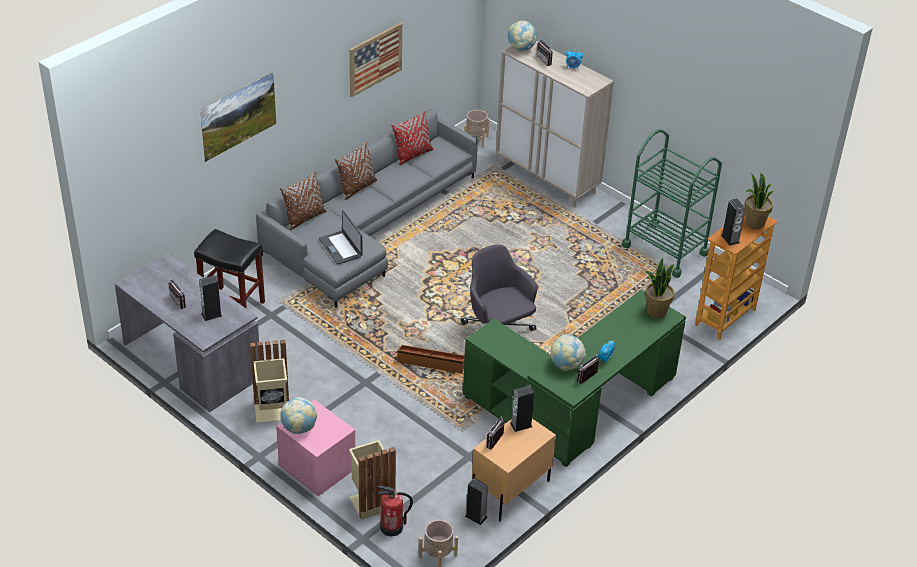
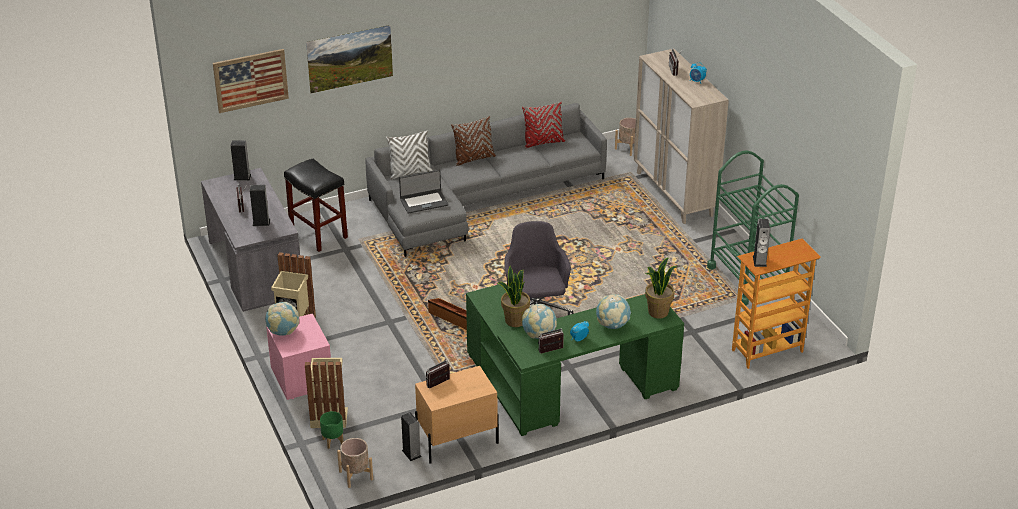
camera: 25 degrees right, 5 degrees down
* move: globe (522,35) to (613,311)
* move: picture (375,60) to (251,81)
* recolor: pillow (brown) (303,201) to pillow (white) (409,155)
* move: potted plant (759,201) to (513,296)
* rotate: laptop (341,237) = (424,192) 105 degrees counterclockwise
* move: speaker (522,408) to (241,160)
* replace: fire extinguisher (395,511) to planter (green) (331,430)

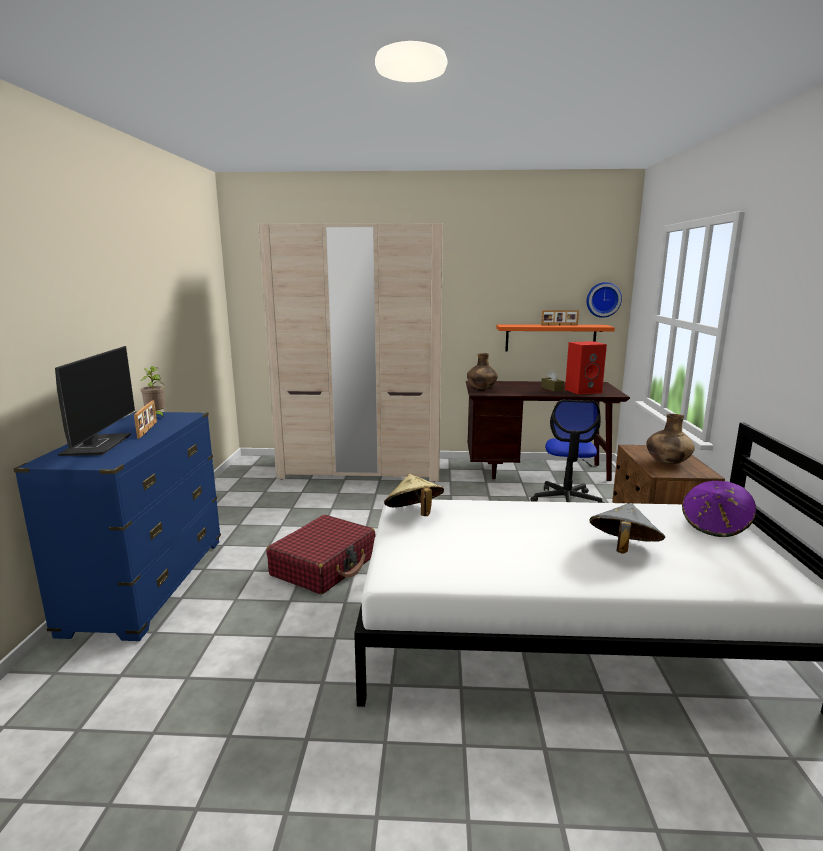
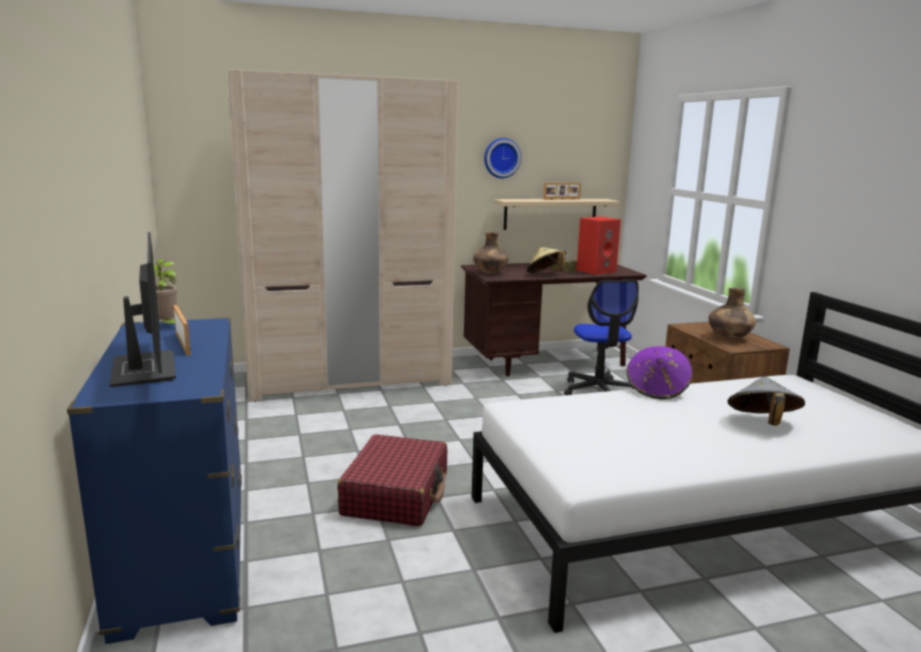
camera: 20 degrees left, 0 degrees up
* move: wall clock (604,300) to (502,158)
* recolor: shelf (orange) (555,338) to shelf (beige) (557,214)
* move: hat (beige) (414,495) to (547,260)
* move: hat (purple) (719,509) to (659,372)

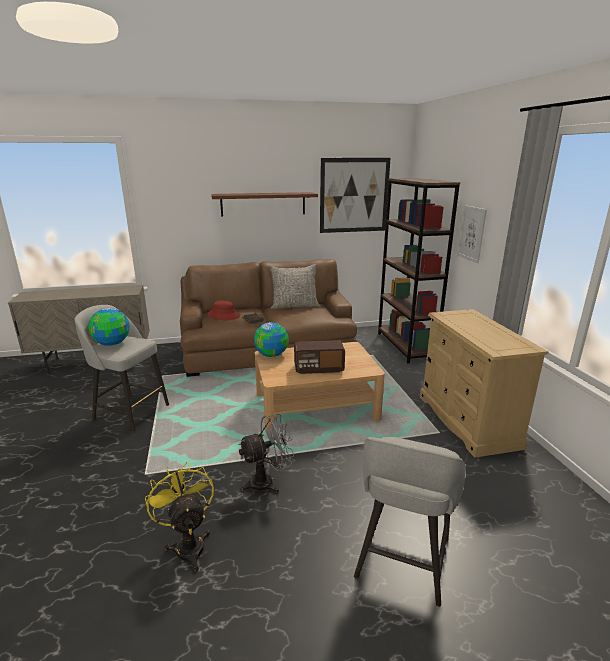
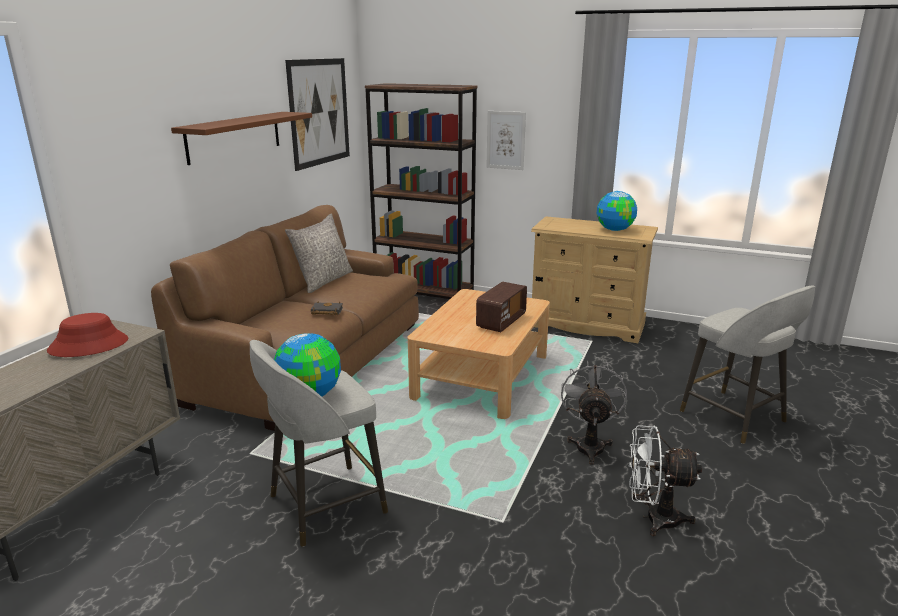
camera: 55 degrees left, 0 degrees up
* move: hat (red) (223,310) to (87,335)
* move: globe (271,339) to (617,211)
* recolor: fan (yellow) (179,516) to fan (white) (665,480)

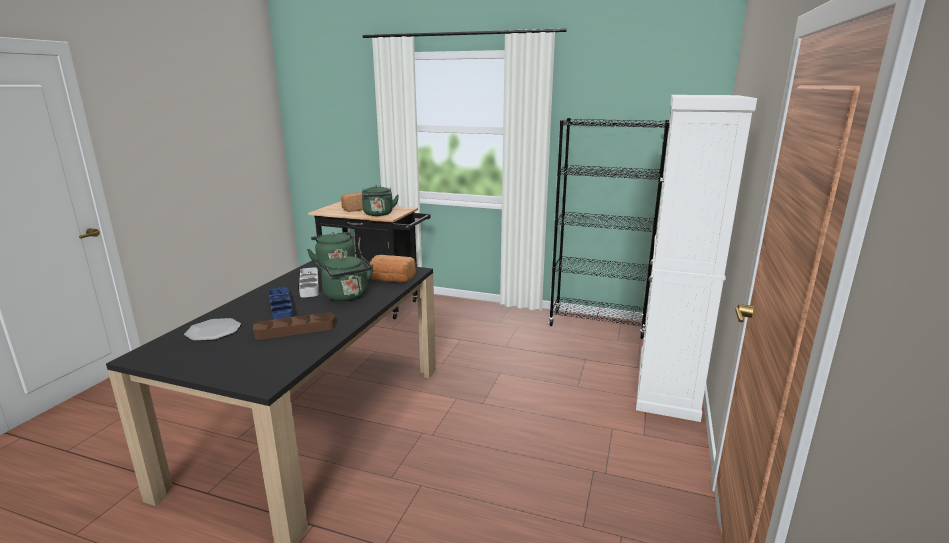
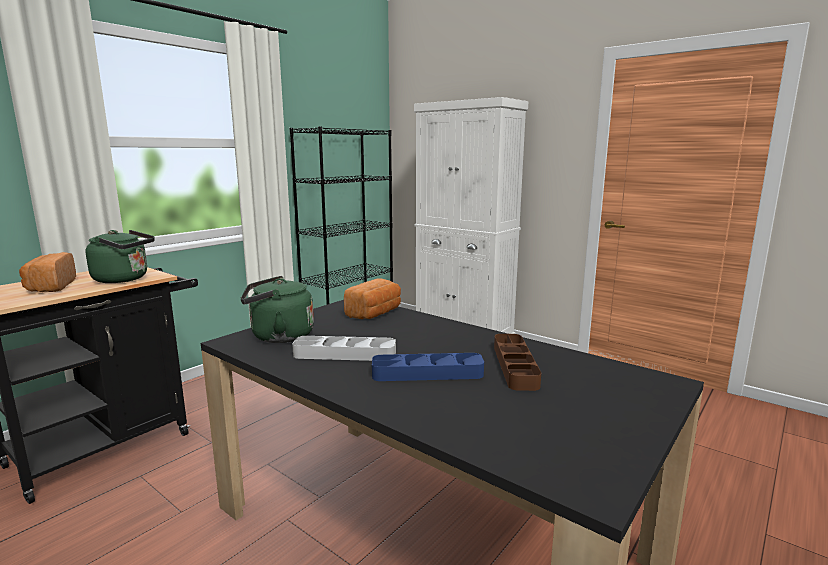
camera: 70 degrees left, 5 degrees down
* delete: kettle (green) (347,278)
* delete: plate (212,329)

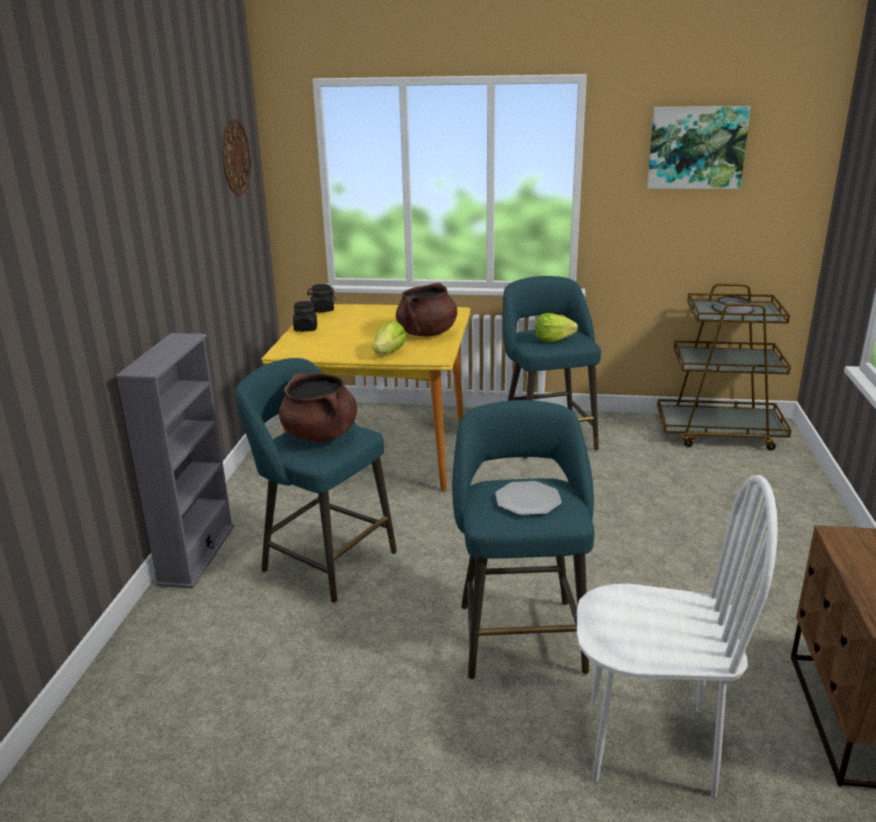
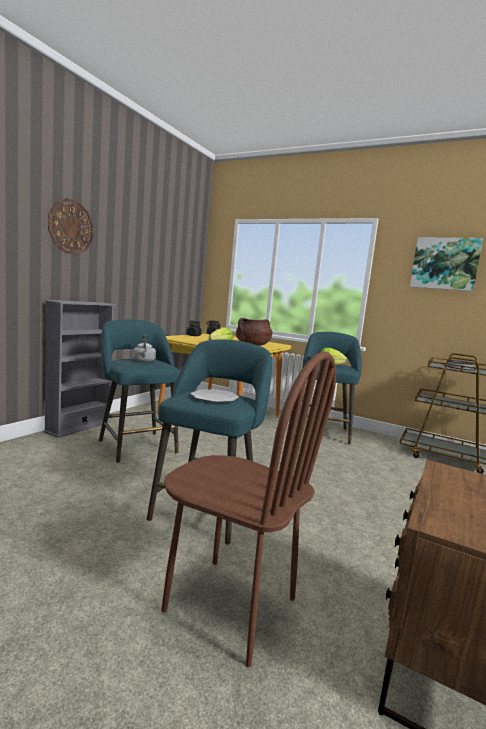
camera: 20 degrees right, 15 degrees down
* move: wall clock (236,157) to (70,226)
* replace: cooking pot (brown) (318,407) to kettle (grey) (144,348)
* recolor: chair (white) (677,636) to chair (brown) (248,509)

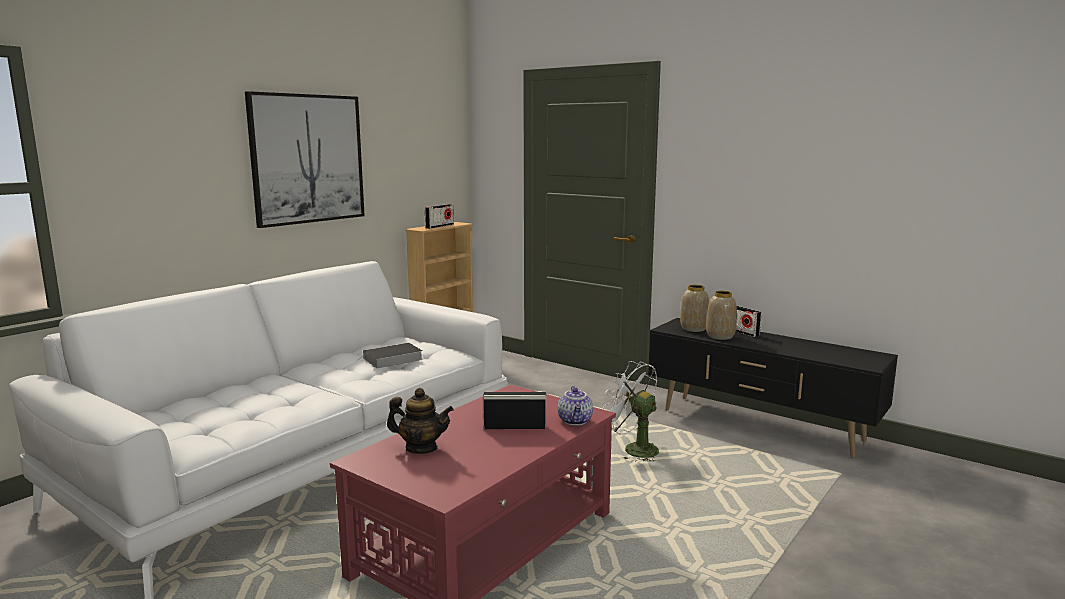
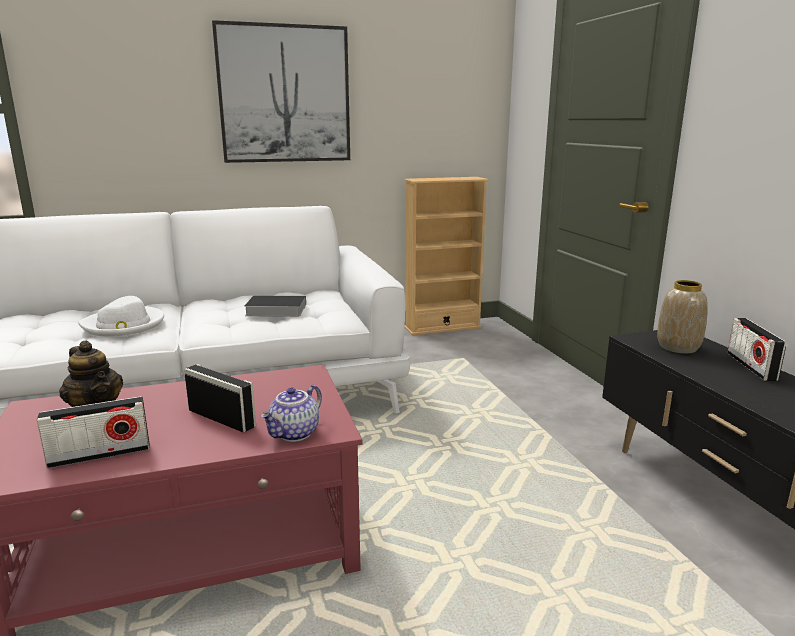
camera: 35 degrees right, 5 degrees up
* move: radio (439,216) to (93,432)
* delete: vase (721,315)
* delete: fan (white) (630,411)
* insert: hat (white) (121,316)

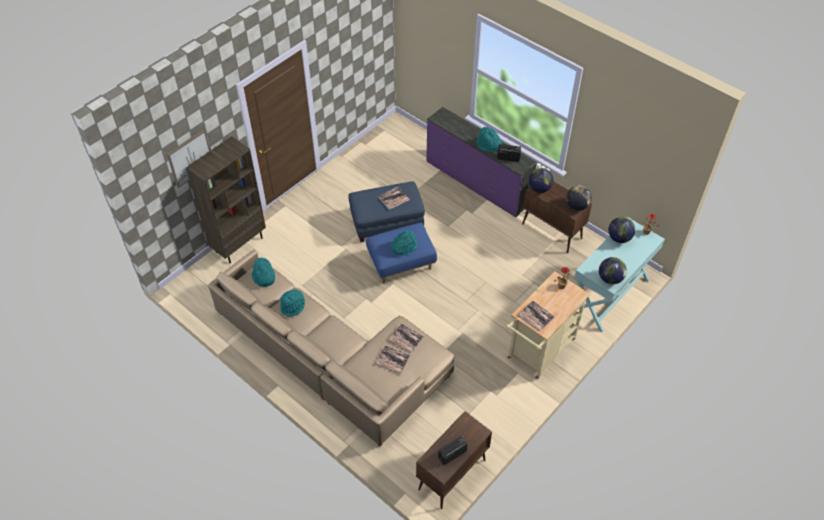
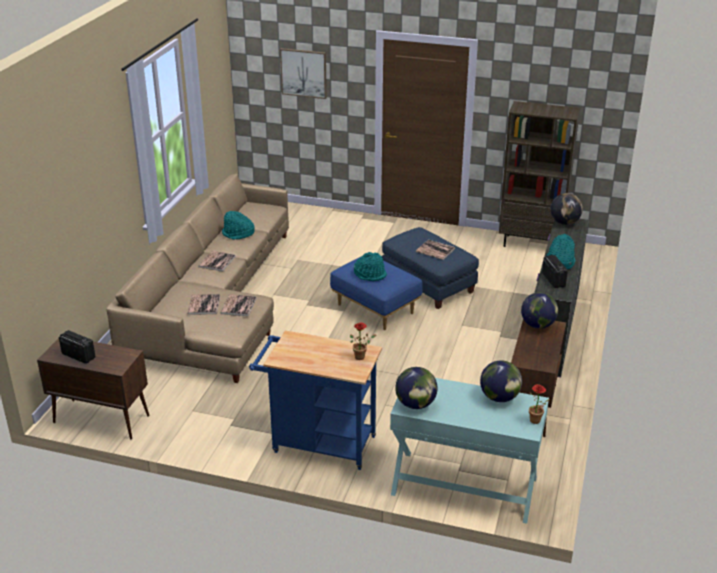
camera: 65 degrees right, 20 degrees down
* move: bookcase (brown) (226,199) to (539,174)
* move: globe (579,198) to (566,209)
* delete: hat (turquoise) (263,272)
* recolor: cart (beige) (548,325) to cart (blue) (315,400)
* move: book (535,316) to (216,261)

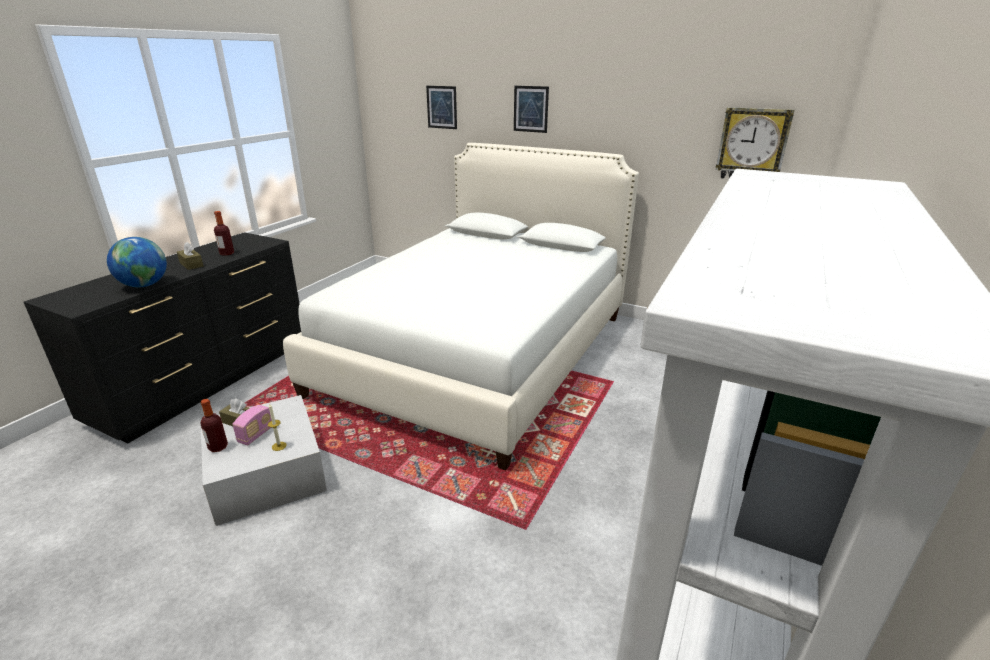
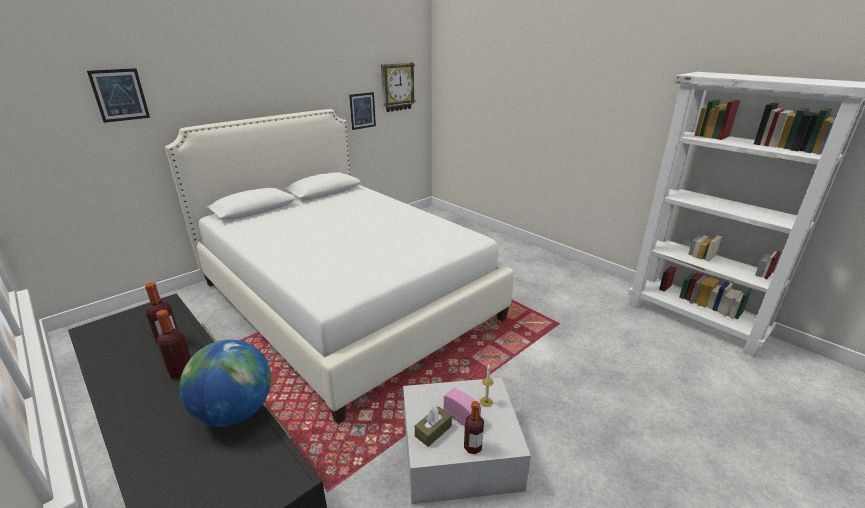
camera: 70 degrees left, 0 degrees up
* move: picture (531,109) to (362,111)
* replace: tissue box (brown) (190,256) to bottle (173,344)

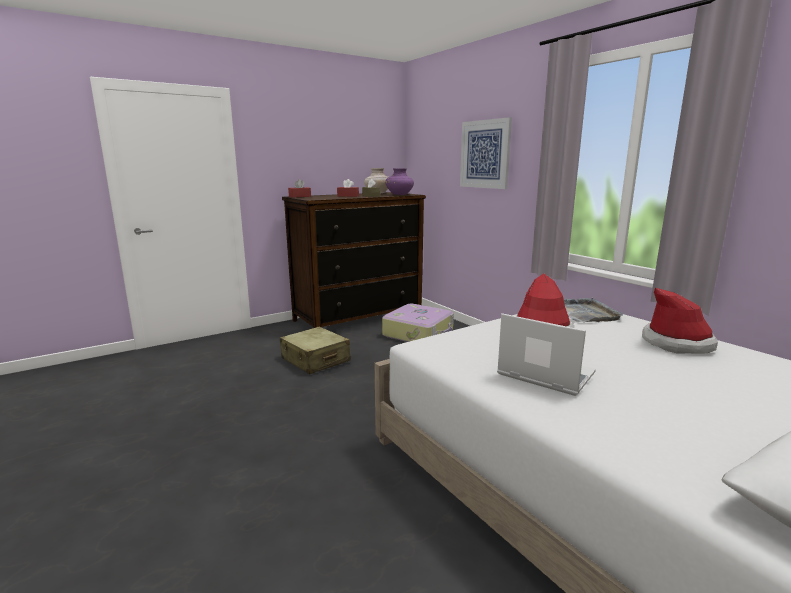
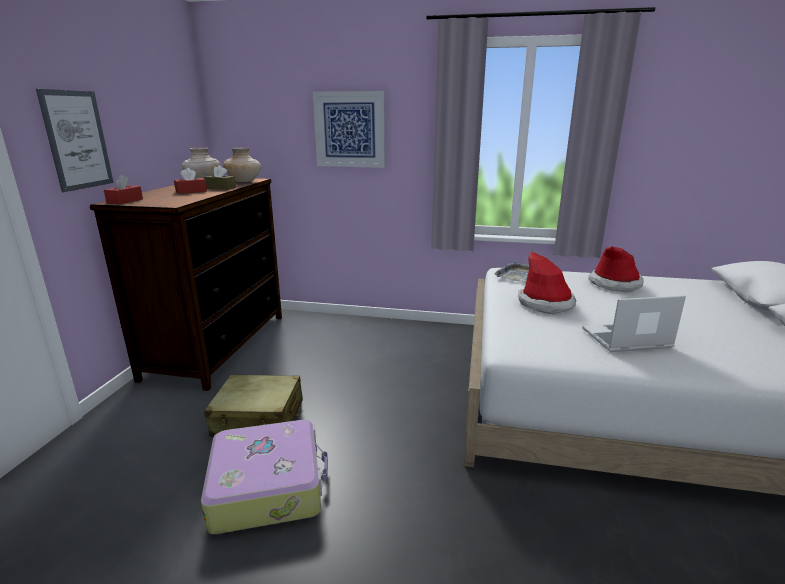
camera: 45 degrees left, 5 degrees up
* recolor: vase (purple) (399,181) to vase (beige) (242,165)
* move: suitcase (418,323) to (264,477)
* insert: picture (75,140)

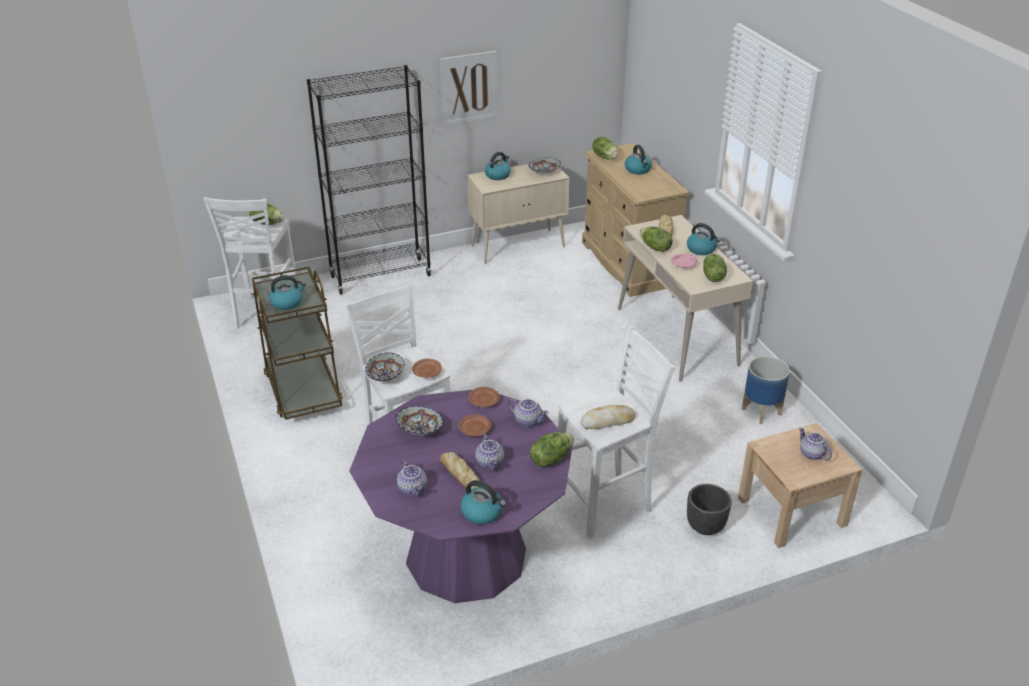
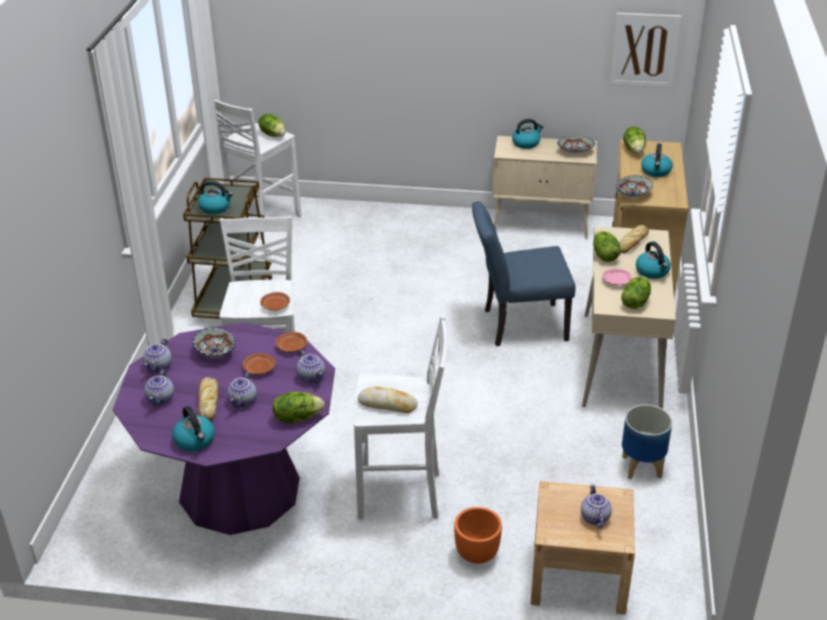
camera: 30 degrees right, 0 degrees up
* move: picture (469,88) to (645,50)
* delete: bookcase (black) (369,180)
* move: bowl (384,367) to (634,186)
* recolor: planter (black) (709,509) to planter (orange) (478,535)
* insert: chair (blue) (523,273)
* insert: teapot (157,355)

